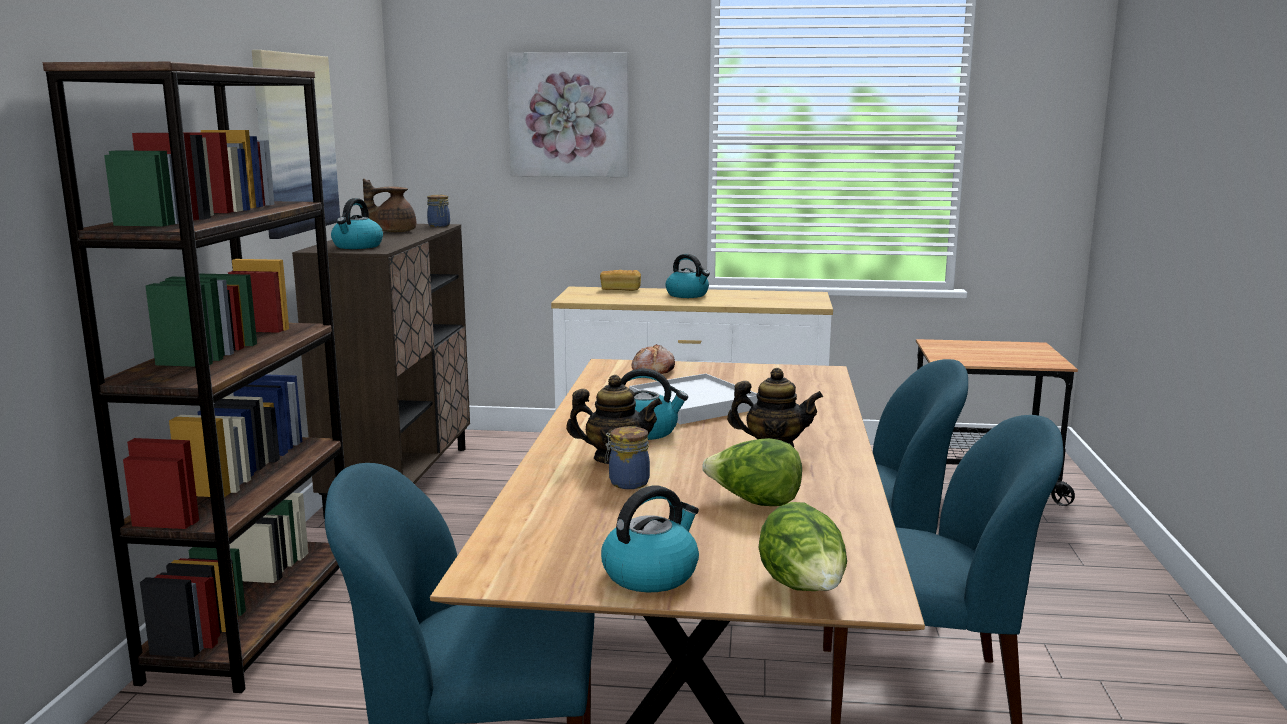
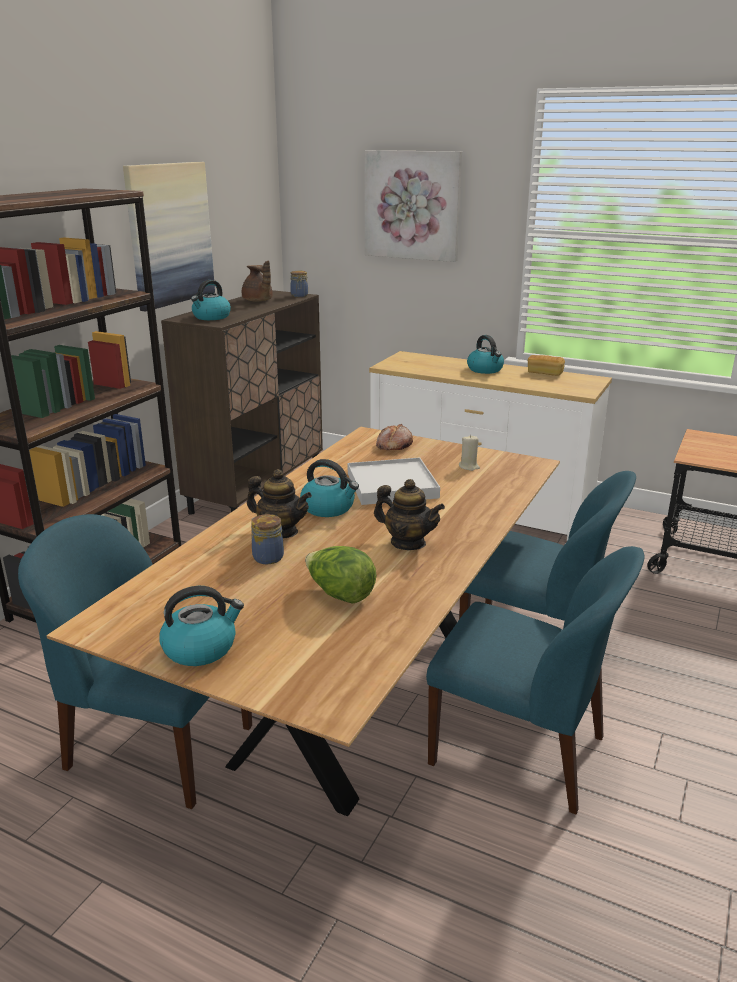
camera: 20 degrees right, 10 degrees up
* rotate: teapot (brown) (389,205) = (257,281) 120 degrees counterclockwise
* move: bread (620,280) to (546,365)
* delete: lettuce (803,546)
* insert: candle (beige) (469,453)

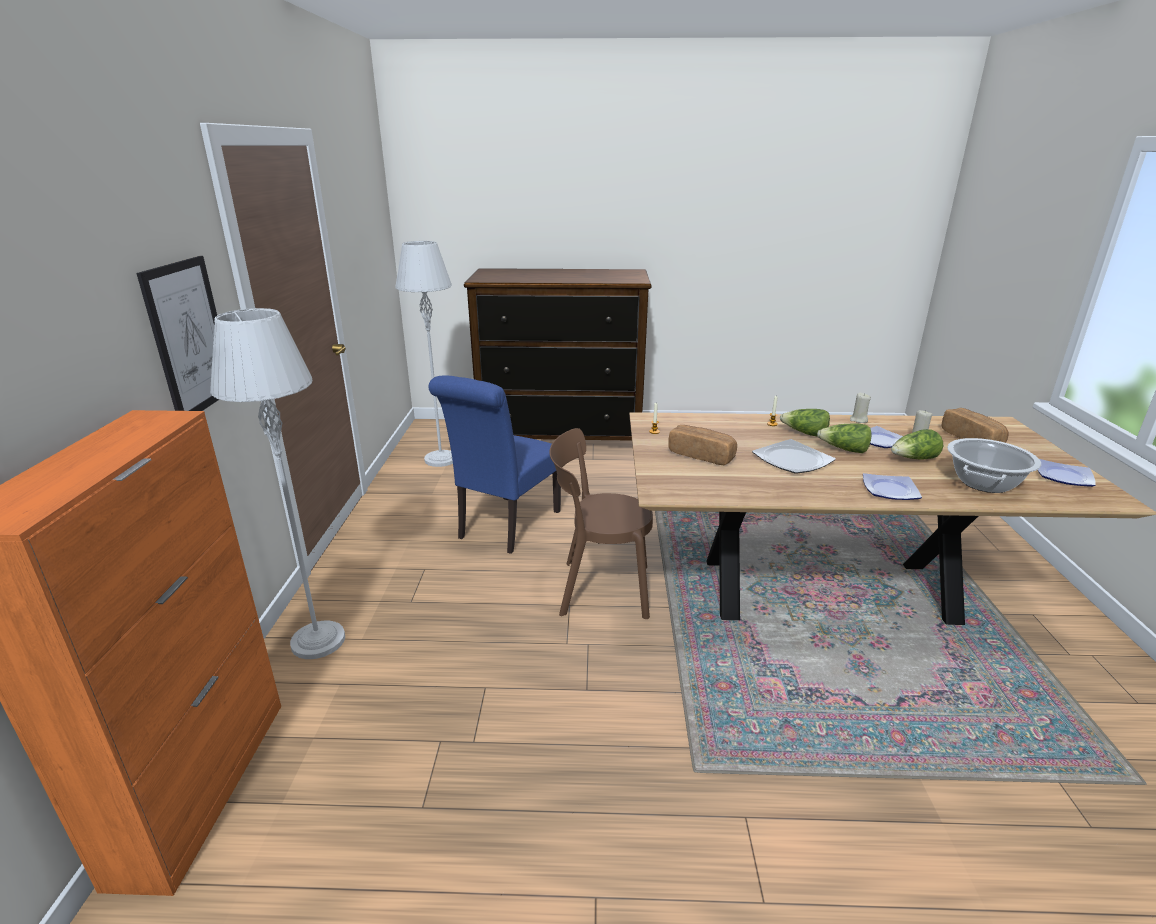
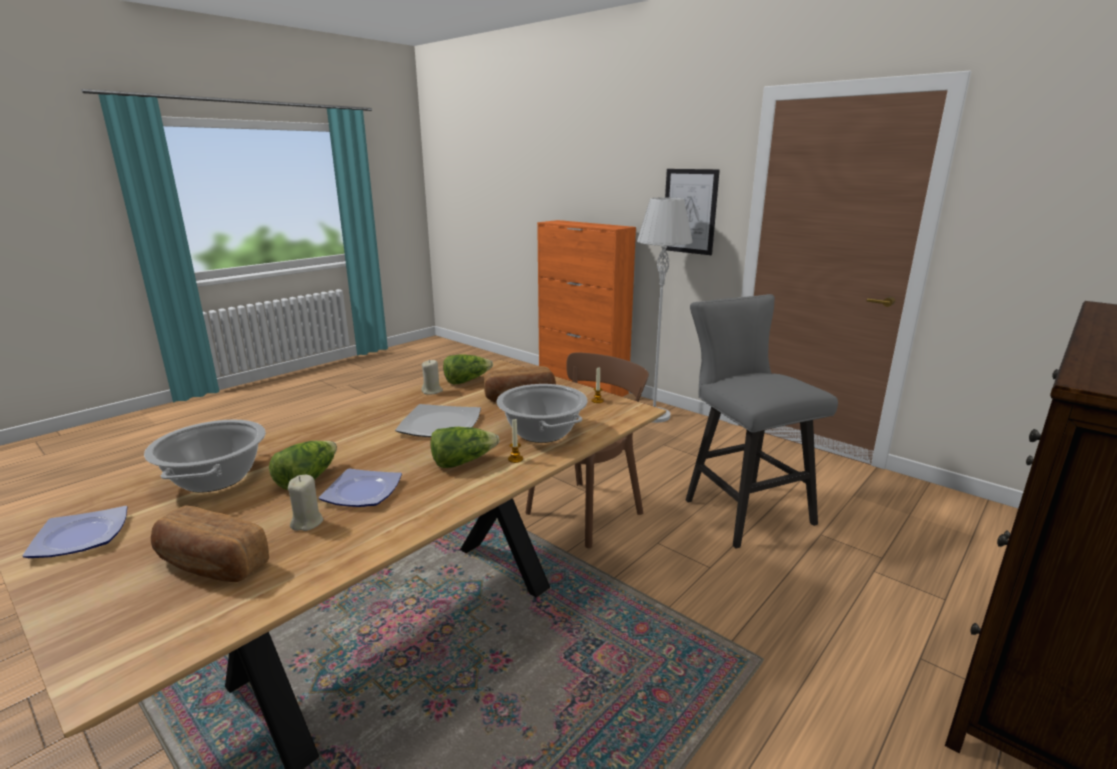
camera: 130 degrees right, 5 degrees down
* delete: floor lamp (grey) (424,354)
* replace: chair (blue) (495,465) to stool (grey) (762,421)
* move: candle (beige) (860,408) to (432,376)
* move: lettuce (844,438) to (468,369)
* delete: plate (892,486)
* insert: cooking pot (542,413)

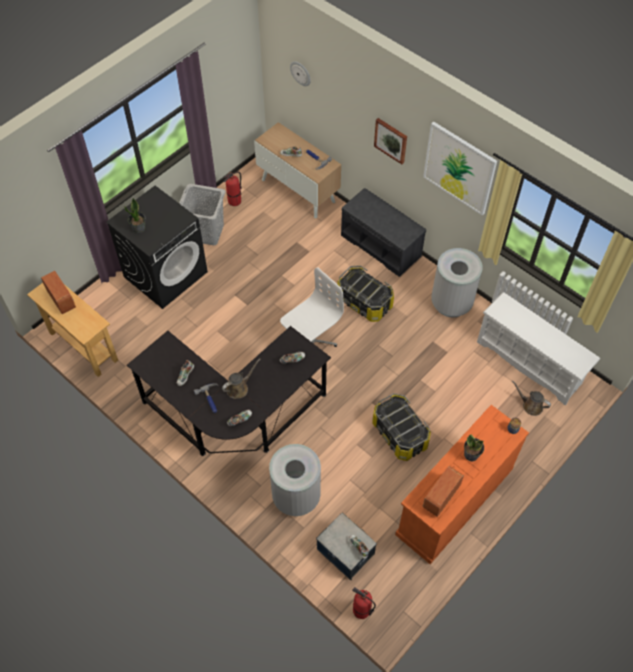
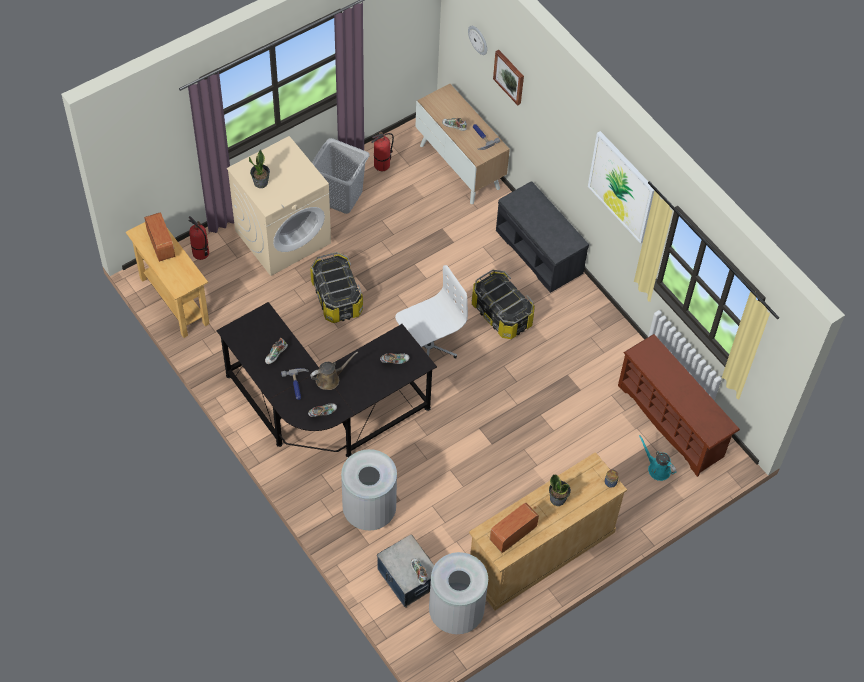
camera: 10 degrees right, 0 degrees up
* move: picture (390,141) to (508,77)
* recolor: washing machine (black) (157,247) to washing machine (beige) (279,206)
* move: trash can (grey) (457,282) to (458,593)
* recolor: shoe rack (white) (538,349) to shoe rack (brown) (679,405)
* recolor: watering can (brown) (531,398) to watering can (turquoise) (658,458)
* move: storage box (401,427) to (336,287)
* recolor: dresser (orange) (462,484) to dresser (beige) (548,531)
* move: fire extinguisher (364,603) to (199,238)

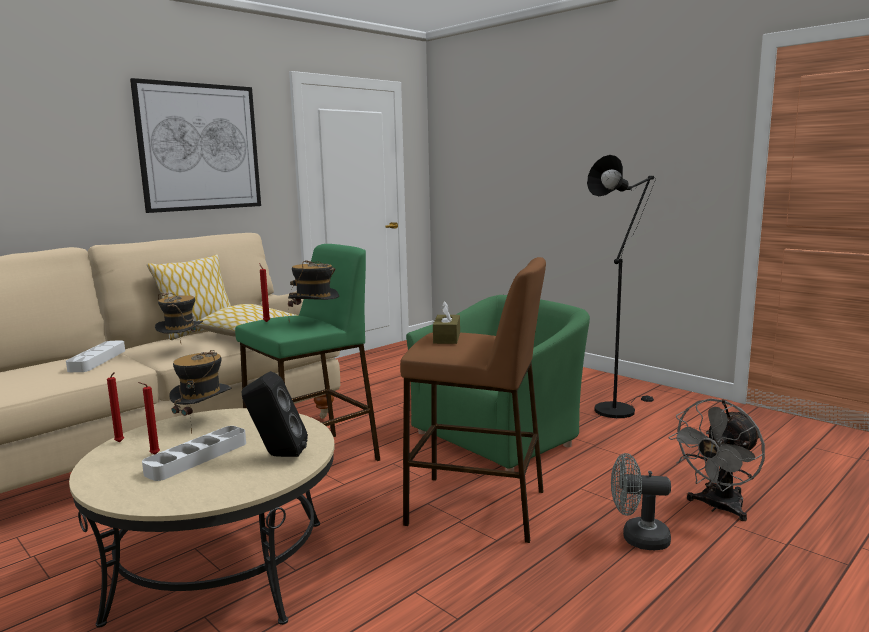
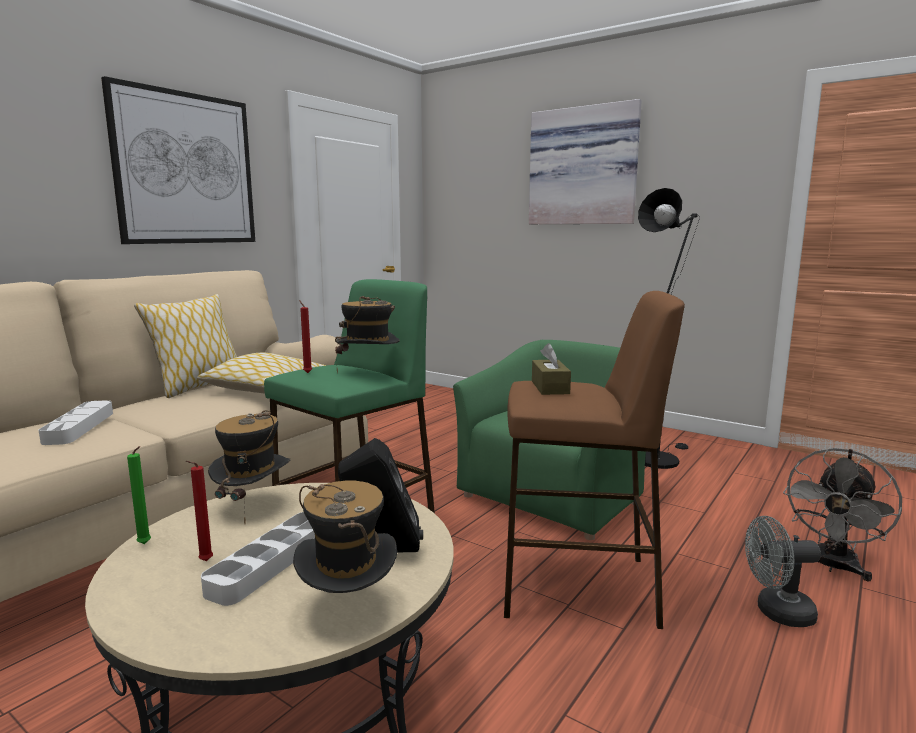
camera: 10 degrees left, 0 degrees up
* move: hat (179,317) to (345,536)
* recolor: candle (red) (115,407) to candle (green) (139,495)
* insert: picture (585,161)

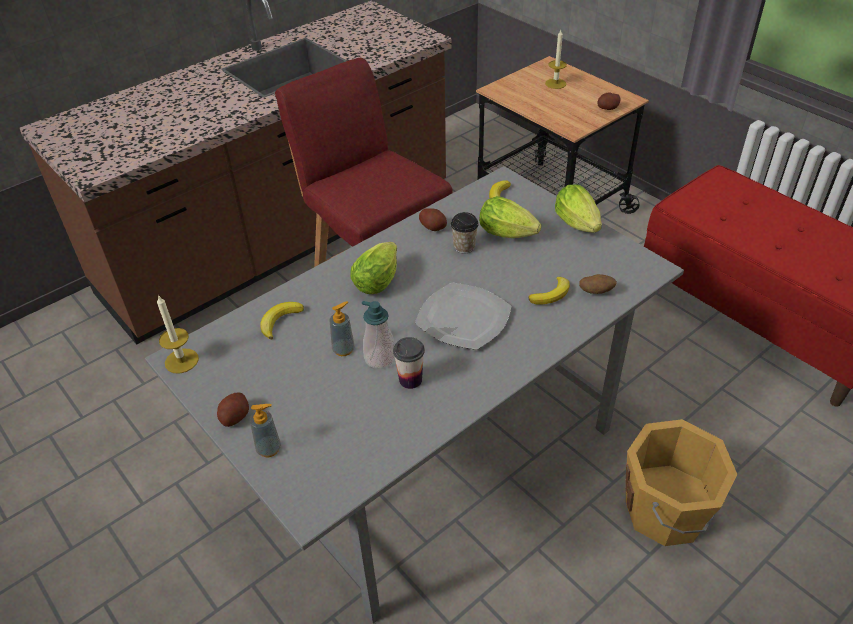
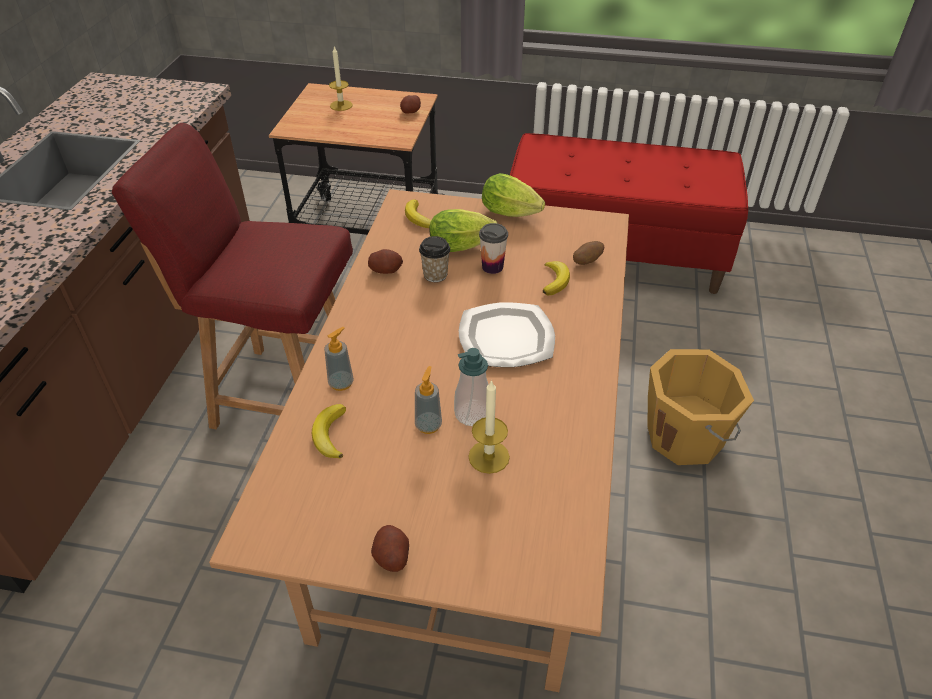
camera: 40 degrees left, 0 degrees up
* recolor: dining table (grey) (414,395) to dining table (brown) (419,440)
* delete: lettuce (373,268)
* move: candle (178,334) to (489,427)
* move: cup (409,363) to (493,248)
* move: soap dispenser (265,430) to (339,359)

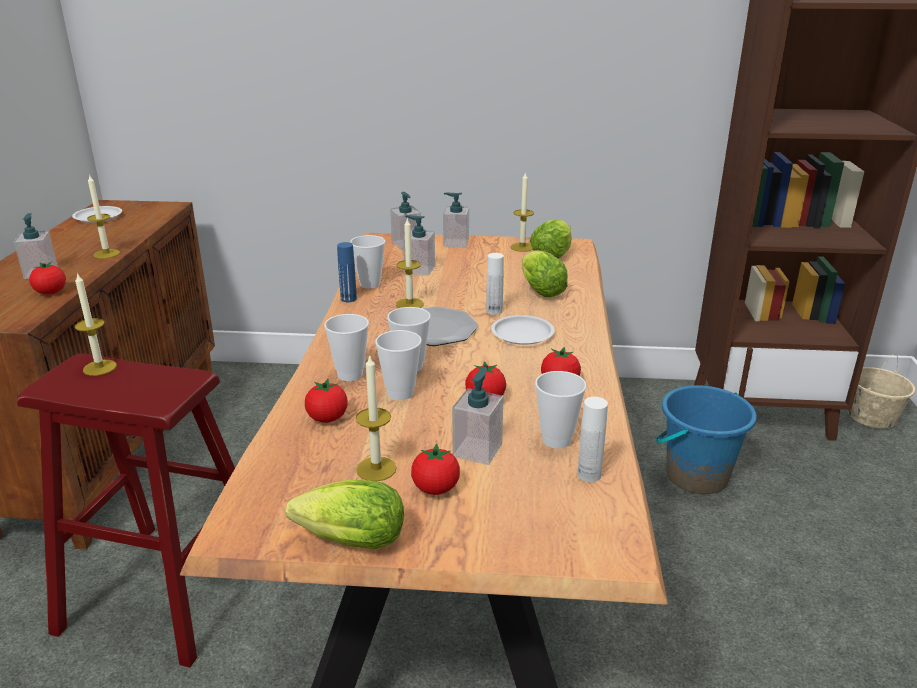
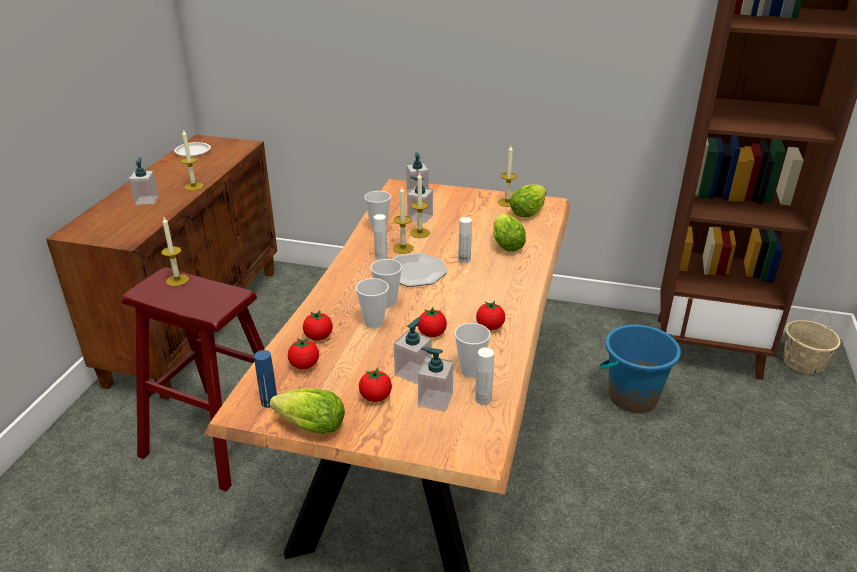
camera: 10 degrees right, 5 degrees up
* move: soap dispenser (456,220) to (436,379)
* move: bottle (blue) (347,272) to (265,379)
* move: tomato (47,278) to (303,353)
* delete: cup (346,347)
* delete: plate (white) (523,330)
* move: candle (376,418) to (420,205)
* insert: bottle (white) (380,237)

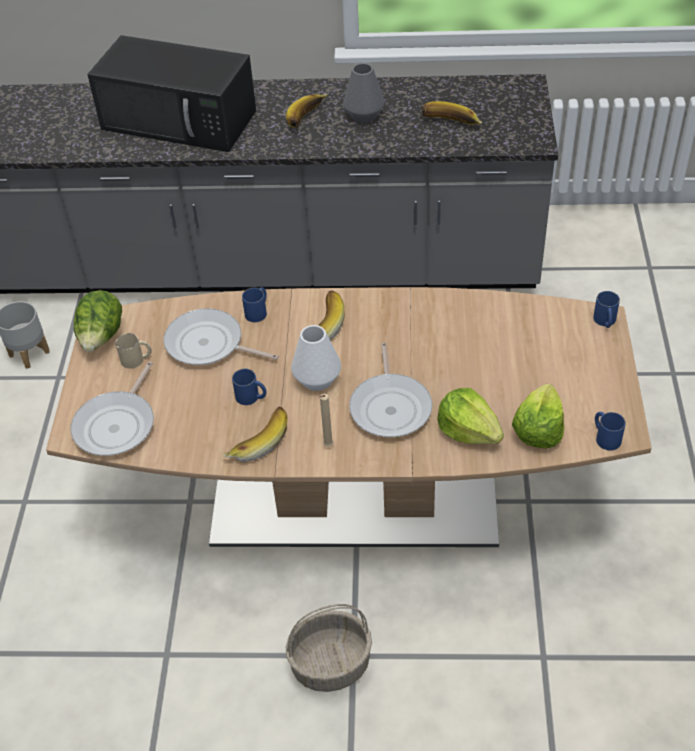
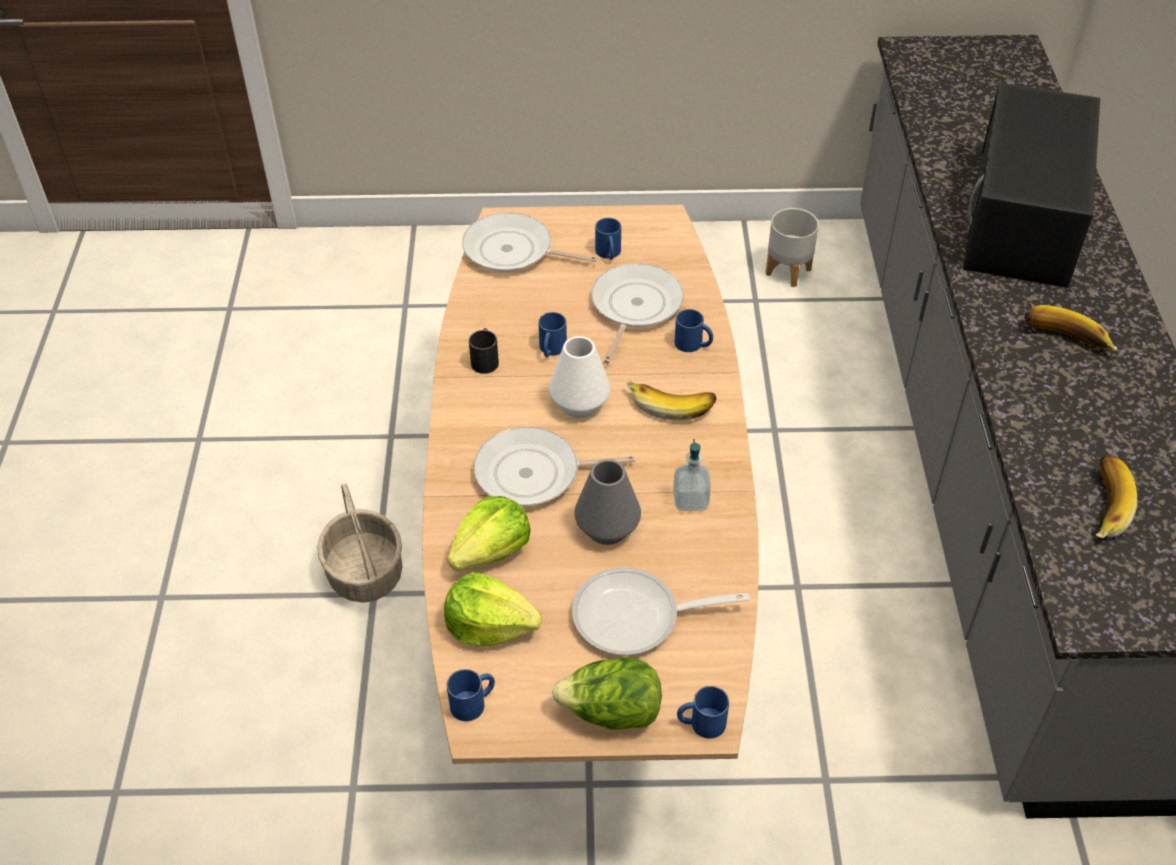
camera: 85 degrees right, 0 degrees up
* move: vase (grey) (363,93) to (607,502)
* move: lettuce (98,321) to (607,693)
* recolor: mug (beige) (133,351) to mug (blue) (608,239)
* delete: candle (beige) (326,420)
* replace: banana (255,434) to mug (black) (484,351)
* insert: soap dispenser (692,475)
* insert: frying pan (661,611)

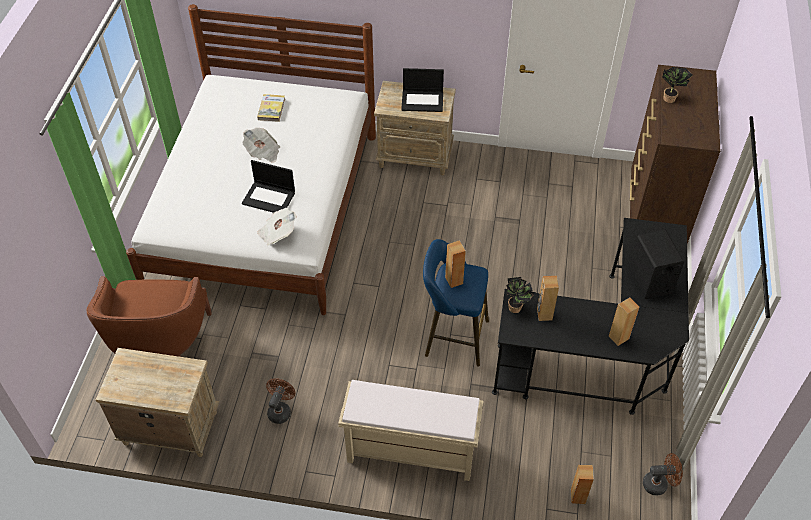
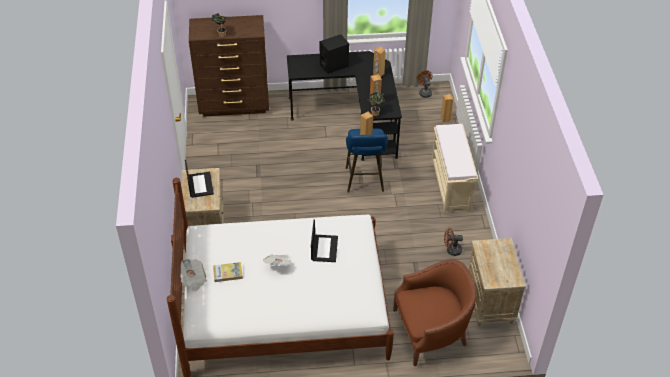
camera: 105 degrees left, 5 degrees down
* move: newspaper (277,226) to (193,275)

